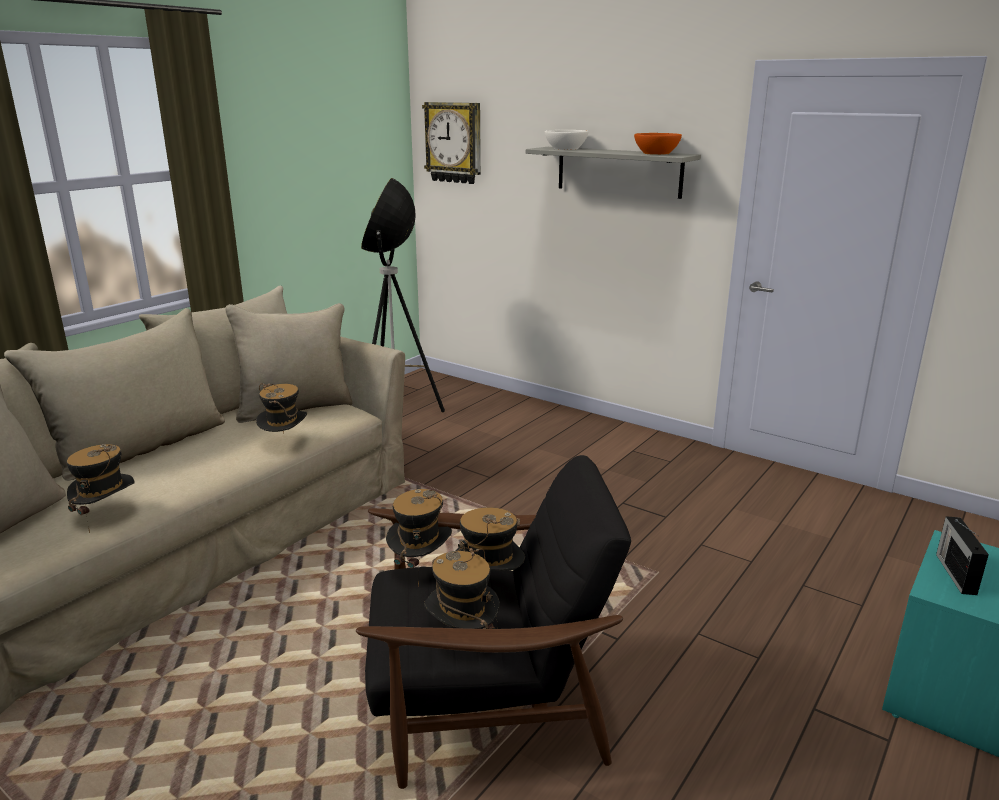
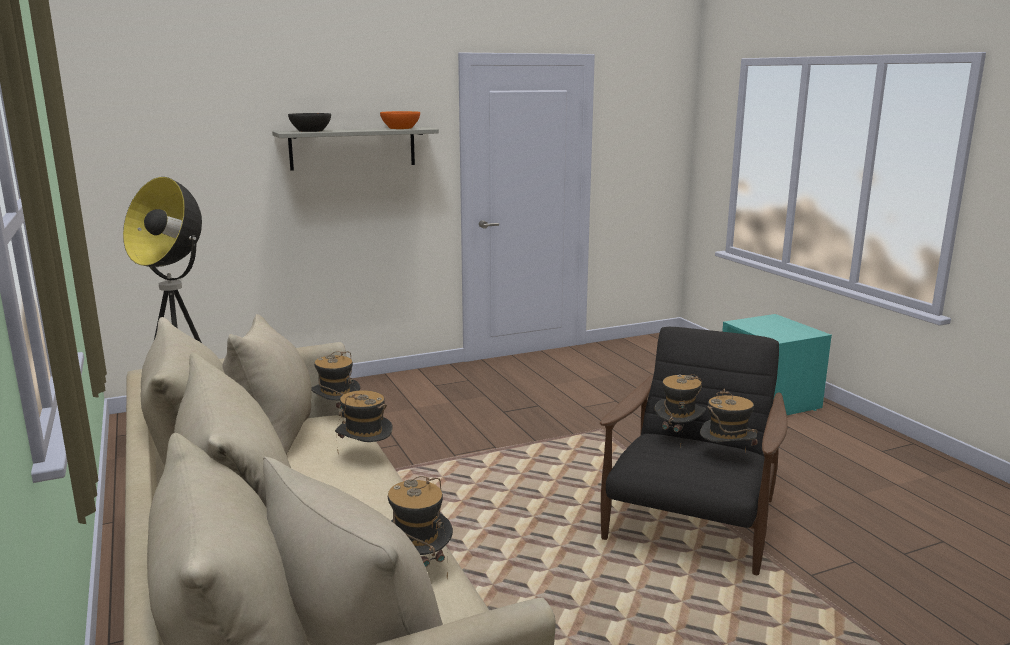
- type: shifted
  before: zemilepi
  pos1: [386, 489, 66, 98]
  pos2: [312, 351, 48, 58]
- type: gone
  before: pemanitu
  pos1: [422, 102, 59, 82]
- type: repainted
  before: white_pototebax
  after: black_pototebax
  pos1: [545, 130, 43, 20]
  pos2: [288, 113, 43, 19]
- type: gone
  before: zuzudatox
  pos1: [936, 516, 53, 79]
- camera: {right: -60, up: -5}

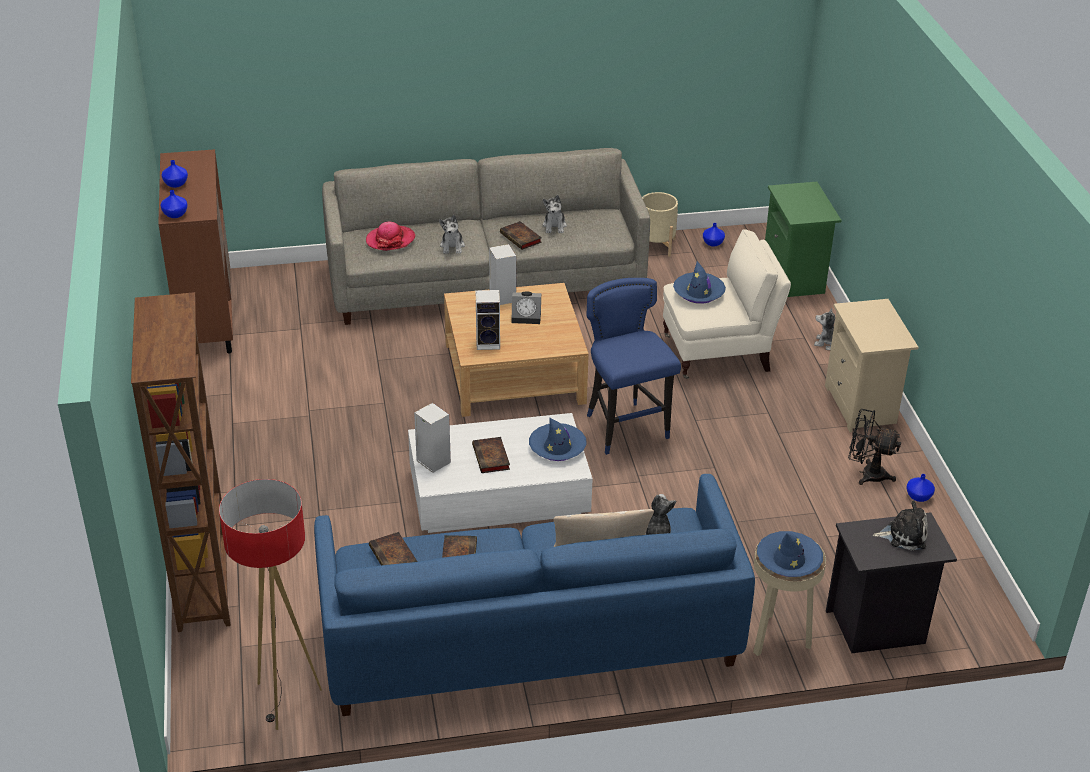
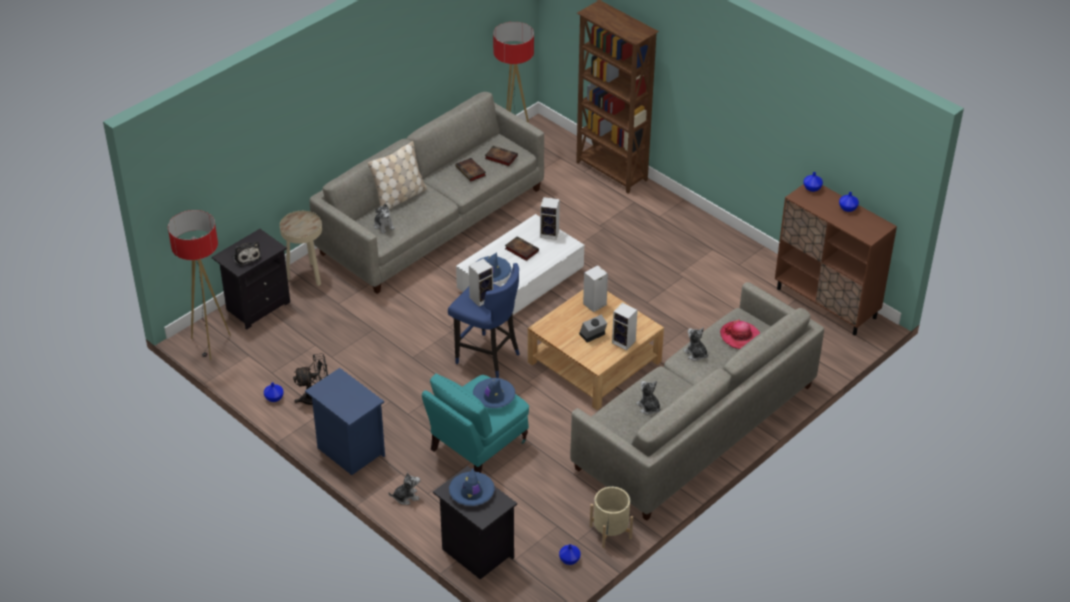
- type: repainted
  before: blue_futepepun
  after: grey_futepepun
  pos1: [314, 474, 441, 242]
  pos2: [310, 92, 234, 202]
- type: gone
  before: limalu
  pos1: [500, 221, 42, 29]
- type: repainted
  before: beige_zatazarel
  after: turquoise_zatazarel
  pos1: [663, 229, 128, 150]
  pos2: [422, 373, 107, 100]
- type: shifted
  before: blue_zemilepi
  pos1: [757, 531, 66, 46]
  pos2: [449, 469, 46, 37]
- type: repainted
  before: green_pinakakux
  after: black_pinakakux
  pos1: [765, 182, 77, 115]
  pos2: [433, 466, 84, 113]
- type: repainted
  before: beige_pinakakux
  after: blue_pinakakux
  pos1: [825, 299, 94, 133]
  pos2: [305, 368, 80, 107]
- type: rotated
  before: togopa
  pos1: [873, 501, 55, 49]
  pos2: [233, 241, 28, 26]
  turn: -90
- type: new
  after: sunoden
  pos2: [168, 210, 63, 150]
- type: new
  after: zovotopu
  pos2: [469, 259, 24, 48]
- camera: {right: 145, up: 5}

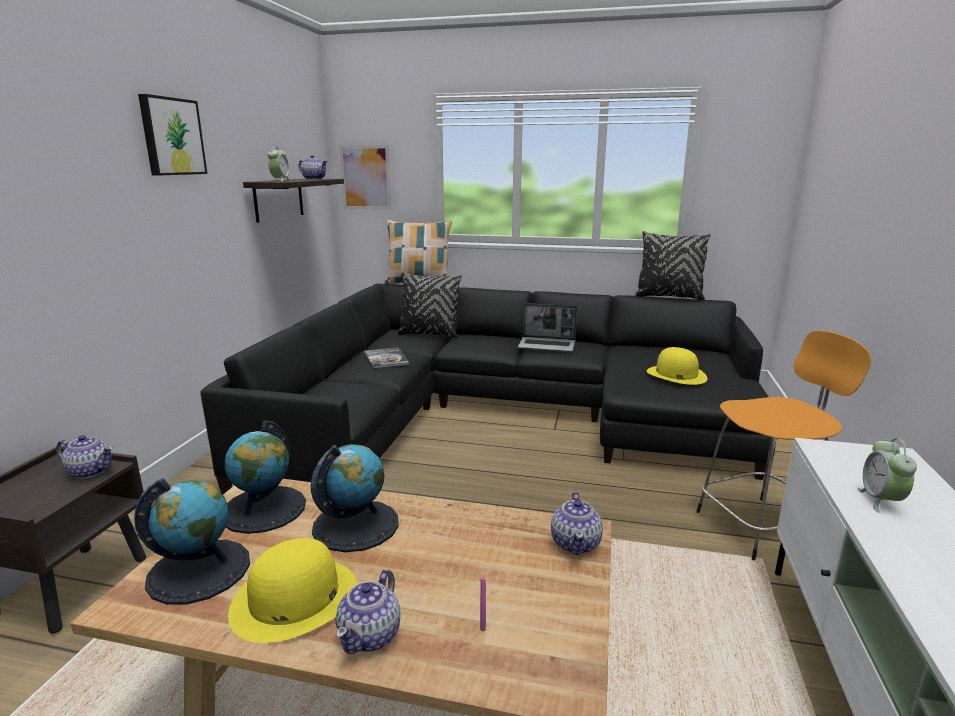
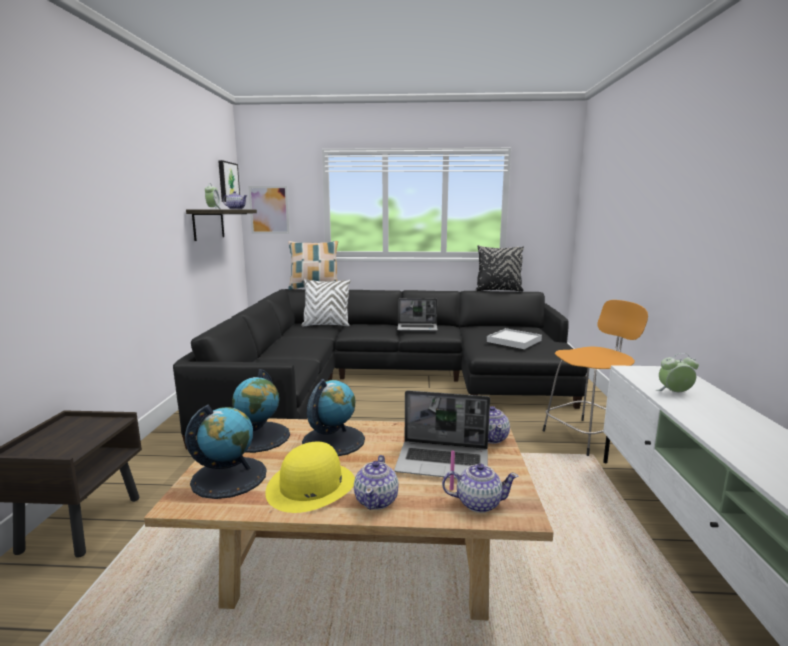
- type: shifted
  before: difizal
  pos1: [56, 435, 57, 44]
  pos2: [442, 463, 76, 50]
- type: shifted
  before: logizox
  pos1: [138, 94, 69, 82]
  pos2: [218, 160, 22, 42]
- type: gone
  before: limalu
  pos1: [364, 347, 45, 22]
- type: repainted
  before: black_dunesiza
  after: white_dunesiza
  pos1: [397, 272, 65, 66]
  pos2: [301, 279, 50, 47]
- type: swapped
  before: yellow_zemilepi
  after: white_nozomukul
  pos1: [647, 347, 60, 38]
  pos2: [487, 328, 55, 21]
- type: rotated
  before: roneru
  pos1: [857, 438, 60, 75]
  pos2: [656, 353, 43, 39]
  turn: 90
- type: new
  after: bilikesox
  pos2: [394, 390, 96, 89]
- camera: {right: -10, up: -5}

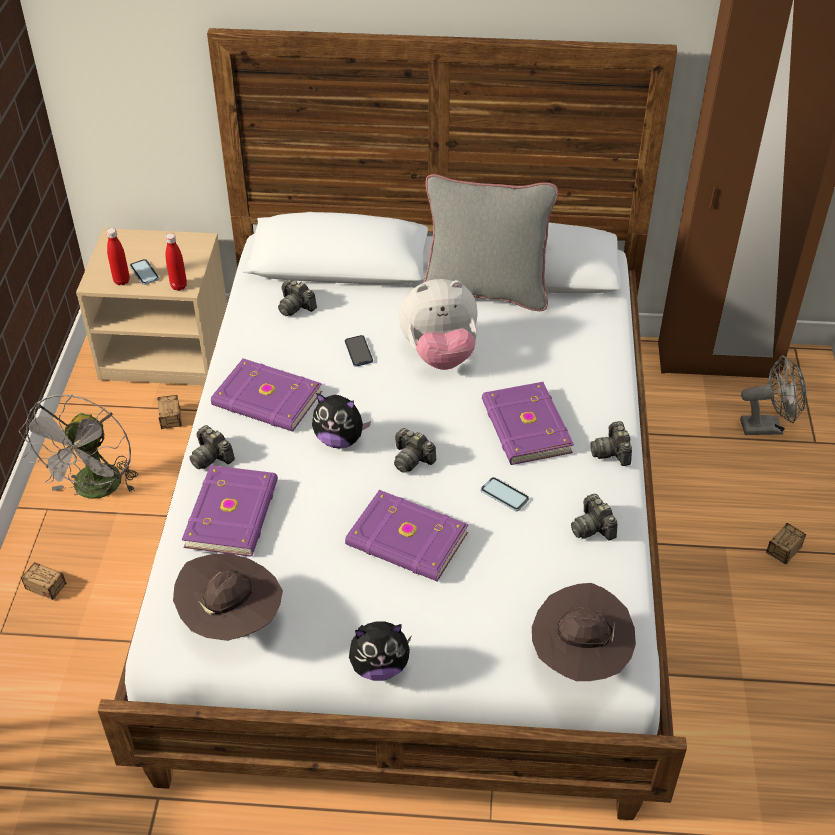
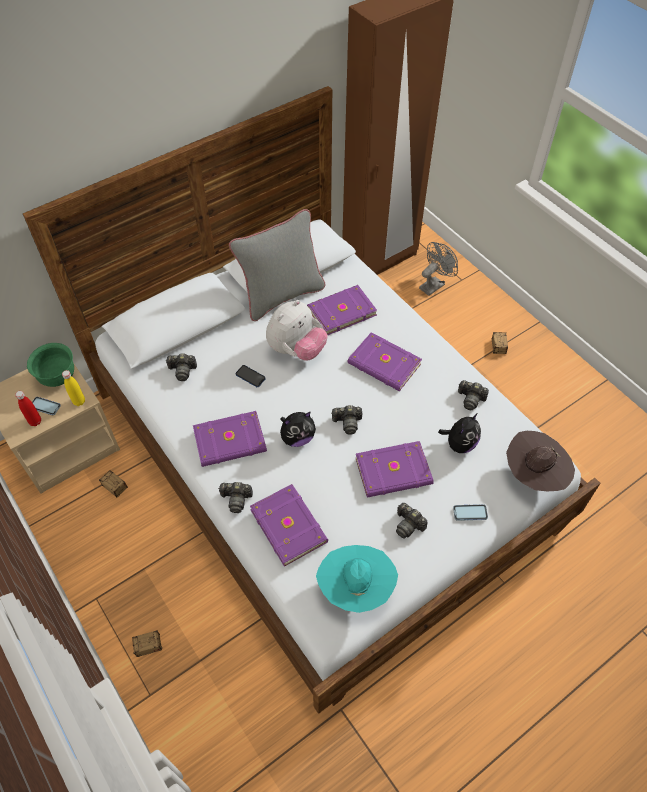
- type: gone
  before: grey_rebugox
  pos1: [19, 395, 119, 104]
- type: repainted
  before: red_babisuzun
  after: yellow_babisuzun
  pos1: [165, 233, 22, 58]
  pos2: [62, 370, 23, 36]
- type: repainted
  before: brown_zemilepi
  after: turquoise_zemilepi
  pos1: [173, 553, 110, 88]
  pos2: [316, 545, 82, 68]
- type: shifted
  before: togopa
  pos1: [349, 621, 63, 60]
  pos2: [438, 413, 43, 40]
- type: shifted
  before: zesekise
  pos1: [481, 477, 48, 34]
  pos2: [453, 504, 35, 17]
- type: shifted
  before: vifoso
  pos1: [591, 421, 41, 45]
  pos2: [396, 503, 32, 36]
- type: new
  after: green_pototebax
  pos2: [27, 343, 47, 44]
- type: new
  after: purple_limalu
  pos2: [307, 285, 70, 50]
- camera: {right: -40, up: 10}

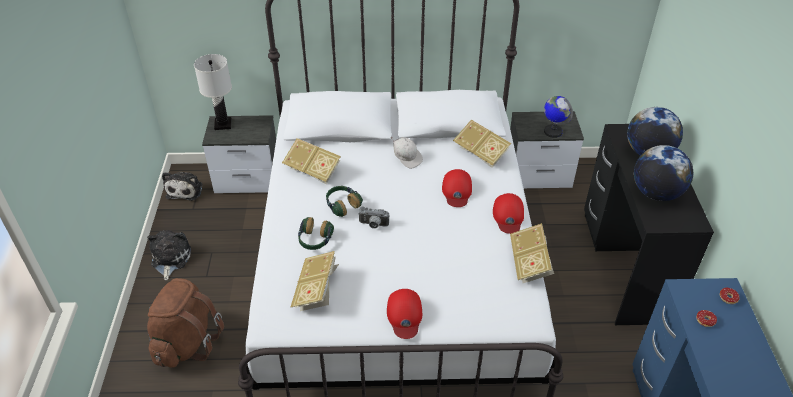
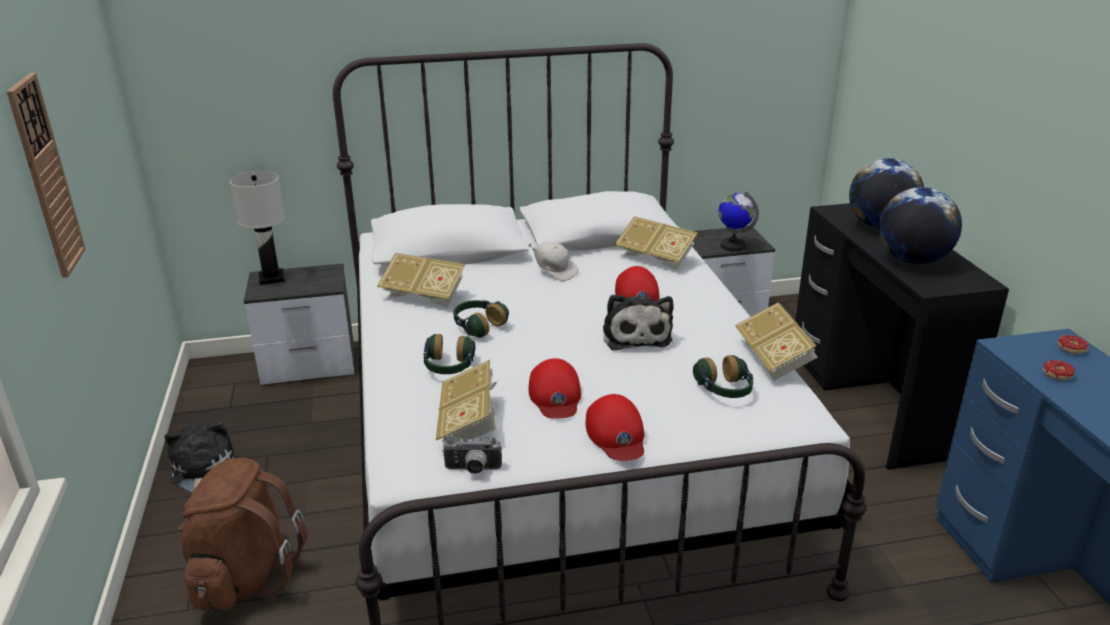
- type: shifted
  before: togopa
  pos1: [162, 172, 40, 29]
  pos2: [603, 294, 71, 56]
- type: shifted
  before: vifoso
  pos1: [358, 207, 31, 22]
  pos2: [442, 436, 60, 38]
- type: shifted
  before: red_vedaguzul
  pos1: [493, 193, 31, 41]
  pos2: [529, 358, 52, 61]
- type: new
  after: pemanitu
  pos2: [6, 73, 80, 205]
- type: new
  after: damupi
  pos2: [693, 355, 60, 43]
- camera: {right: -10, up: -15}

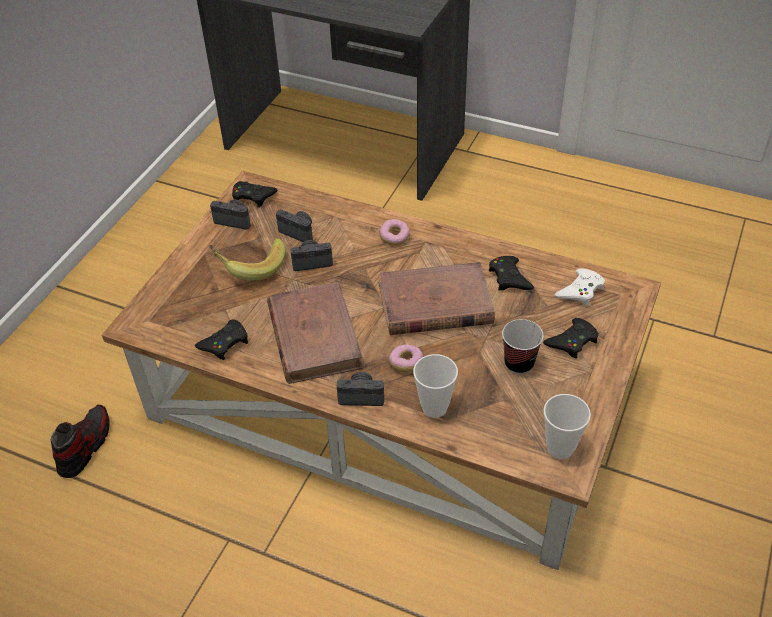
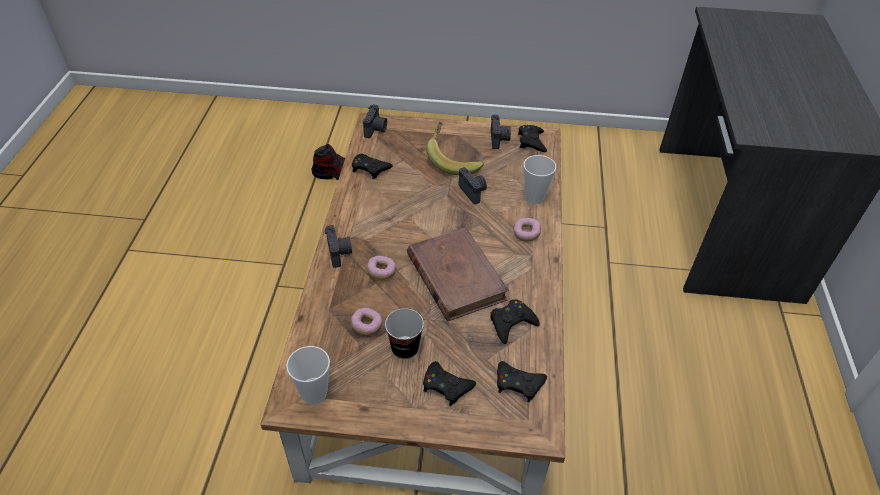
- type: gone
  before: brown_limalu
  pos1: [267, 282, 96, 102]
- type: shifted
  before: vifoso
  pos1: [276, 210, 37, 32]
  pos2: [363, 104, 24, 34]
- type: shifted
  before: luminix
  pos1: [413, 354, 45, 64]
  pos2: [523, 155, 33, 49]
- type: repainted
  before: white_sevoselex
  after: black_sevoselex
  pos1: [554, 268, 51, 38]
  pos2: [497, 361, 50, 41]
- type: new
  after: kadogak
  pos2: [351, 308, 31, 28]
- camera: {right: 70, up: 0}

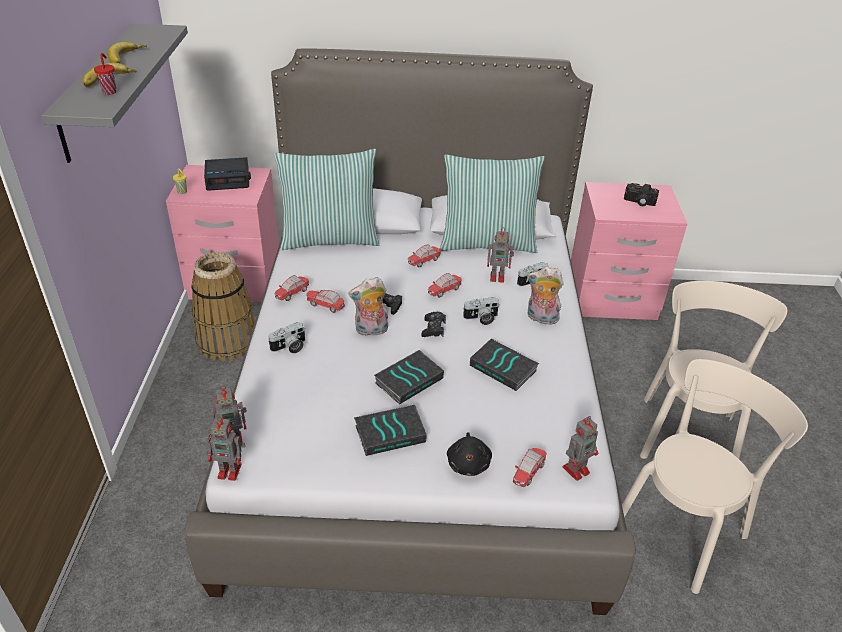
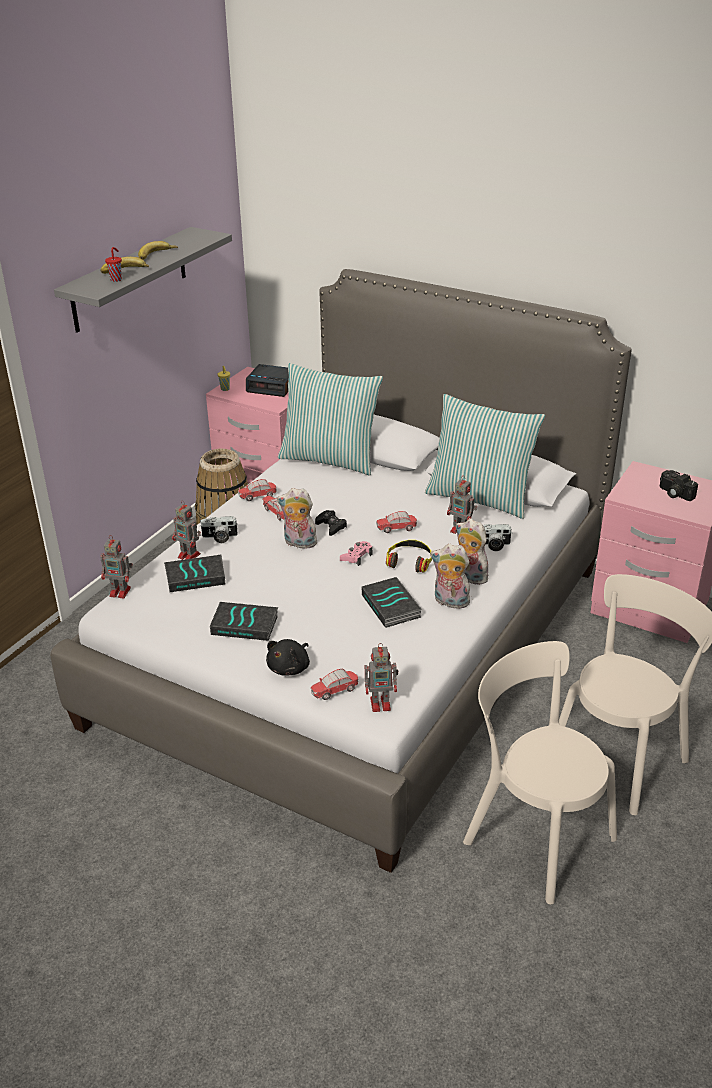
- type: shifted
  before: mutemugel
  pos1: [206, 416, 39, 65]
  pos2: [172, 500, 29, 60]
- type: shifted
  before: limalu
  pos1: [374, 350, 70, 55]
  pos2: [164, 555, 61, 37]
- type: gone
  before: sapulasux
  pos1: [408, 244, 33, 23]
- type: repainted
  before: black_sevoselex
  after: pink_sevoselex
  pos1: [422, 312, 24, 25]
  pos2: [340, 541, 33, 25]
- type: swapped
  before: vifoso
  after: damupi
  pos1: [463, 297, 37, 28]
  pos2: [386, 540, 46, 33]
- type: rotated
  before: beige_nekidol
  pos1: [622, 359, 186, 235]
  pos2: [463, 641, 154, 263]
  turn: -120
- type: new
  after: togopa
  pos2: [430, 544, 40, 65]
- camera: {right: 30, up: -5}

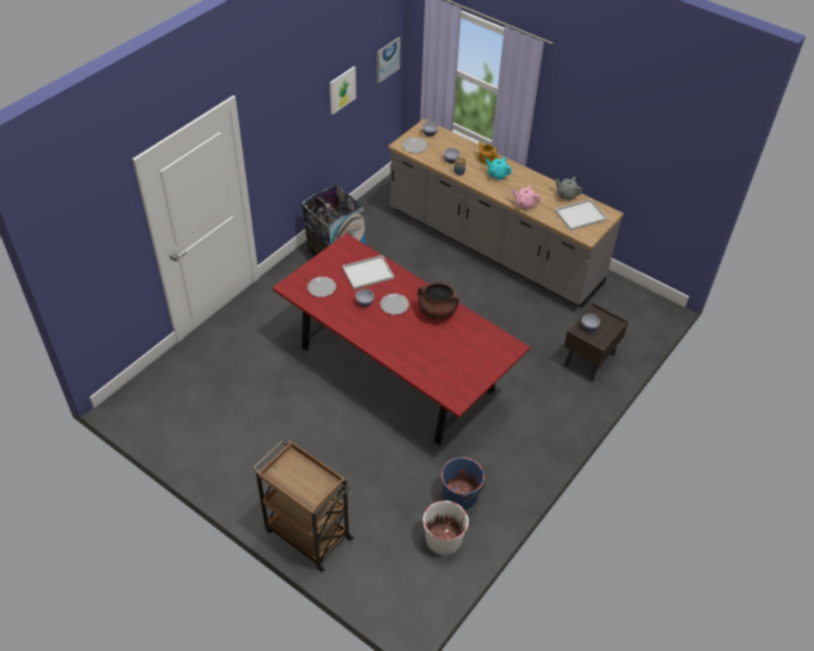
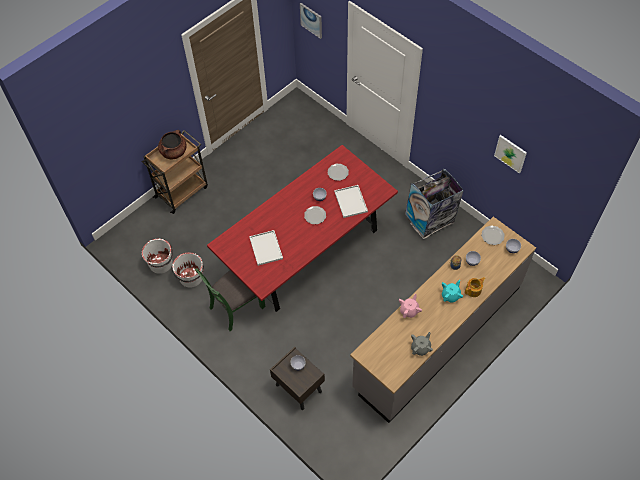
- type: shifted
  before: logizox
  pos1: [377, 37, 24, 47]
  pos2: [300, 3, 22, 36]
- type: shifted
  before: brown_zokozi
  pos1: [418, 283, 41, 37]
  pos2: [158, 130, 28, 29]
- type: repainted
  before: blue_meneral
  after: white_meneral
  pos1: [441, 457, 44, 53]
  pos2: [171, 252, 33, 36]
- type: shifted
  before: white_nozomukul
  pos1: [555, 199, 52, 32]
  pos2: [249, 230, 34, 36]
- type: new
  after: green_nekidol
  pos2: [195, 268, 71, 63]
- camera: {right: 100, up: 10}

